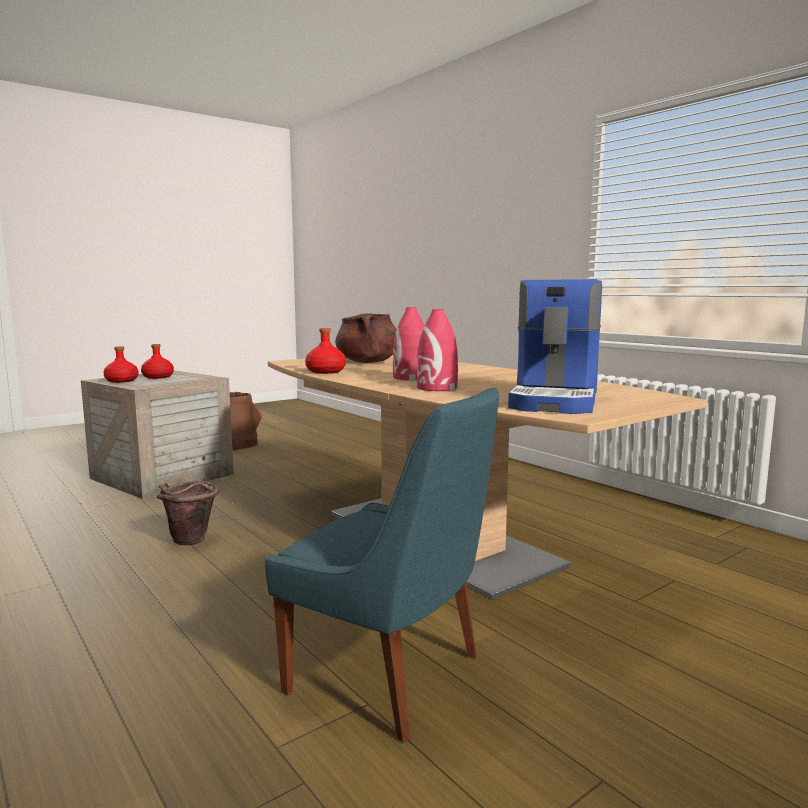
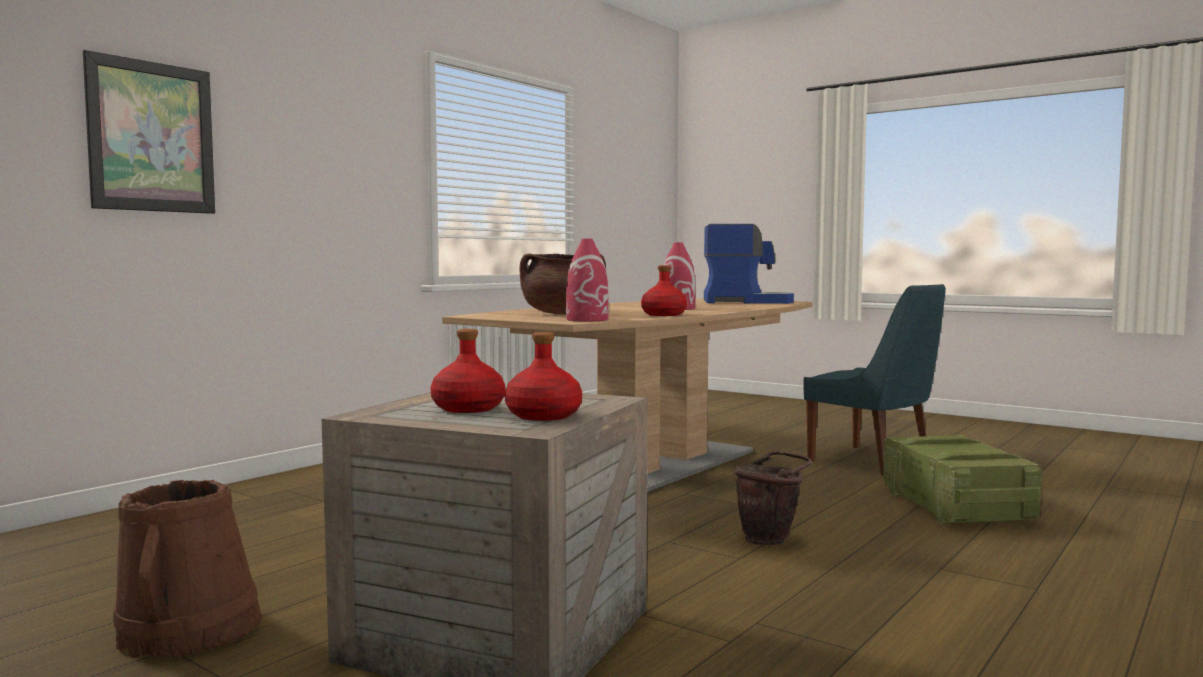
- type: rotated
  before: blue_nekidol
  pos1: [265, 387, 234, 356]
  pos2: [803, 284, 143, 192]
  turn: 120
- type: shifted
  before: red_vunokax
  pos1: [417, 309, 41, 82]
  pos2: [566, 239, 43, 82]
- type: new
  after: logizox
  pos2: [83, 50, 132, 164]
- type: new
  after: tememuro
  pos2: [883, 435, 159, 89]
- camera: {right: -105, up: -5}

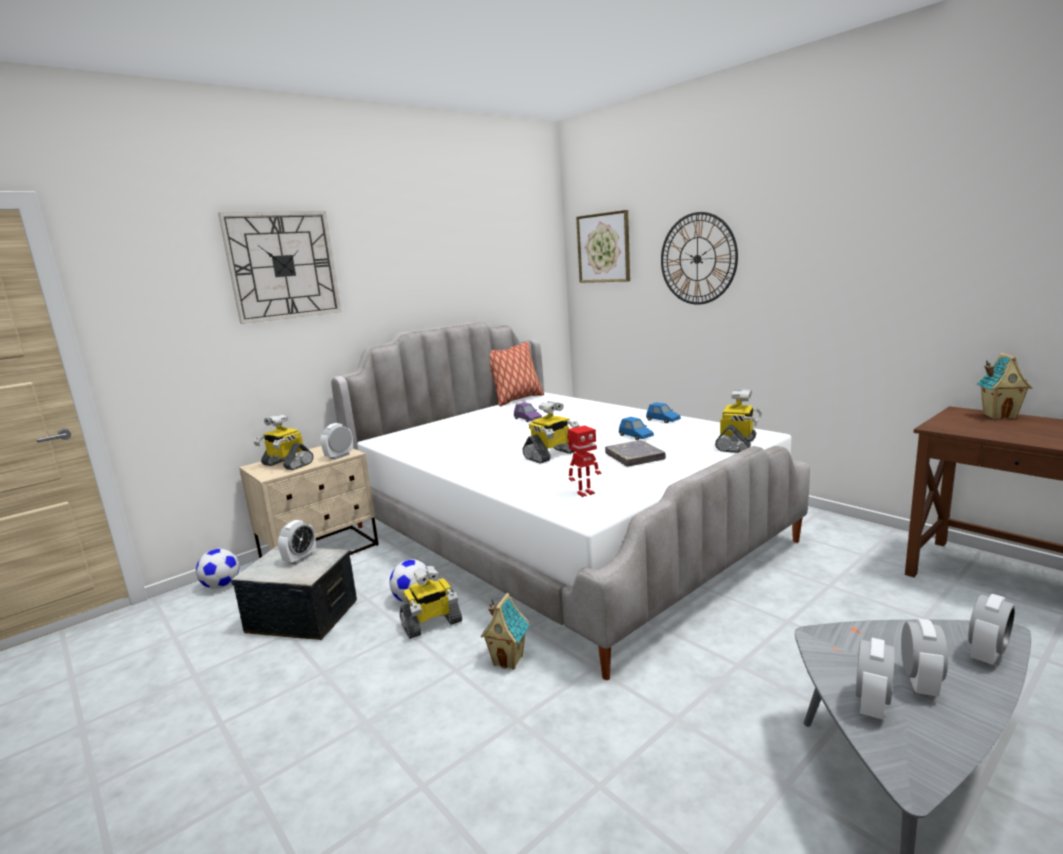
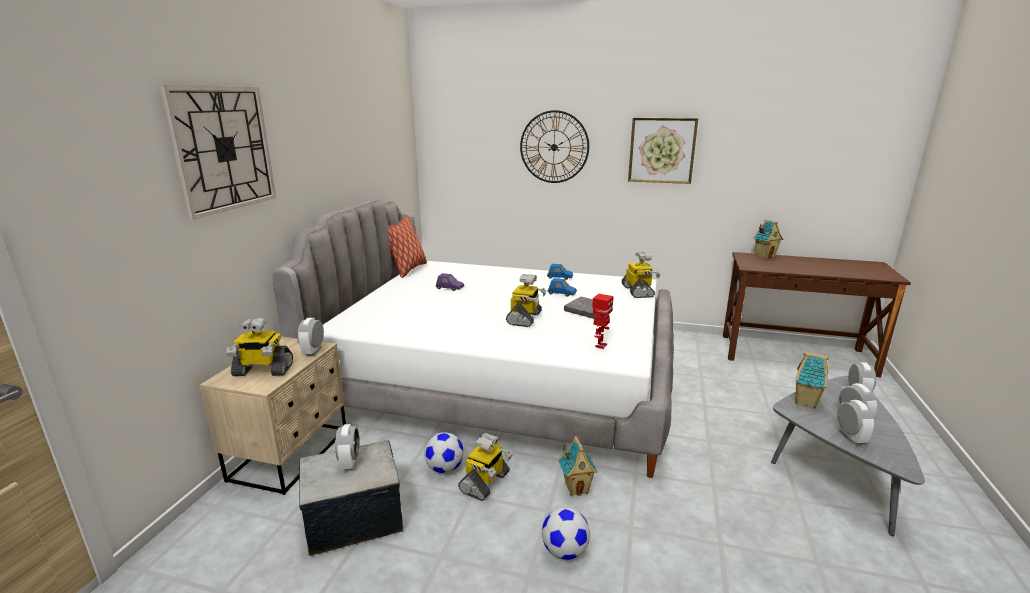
- type: shifted
  before: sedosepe
  pos1: [196, 549, 43, 40]
  pos2: [542, 507, 48, 53]
- type: shifted
  before: logizox
  pos1: [576, 210, 54, 73]
  pos2: [628, 118, 70, 66]
- type: new
  after: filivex
  pos2: [795, 352, 33, 56]
- camera: {right: -35, up: 5}

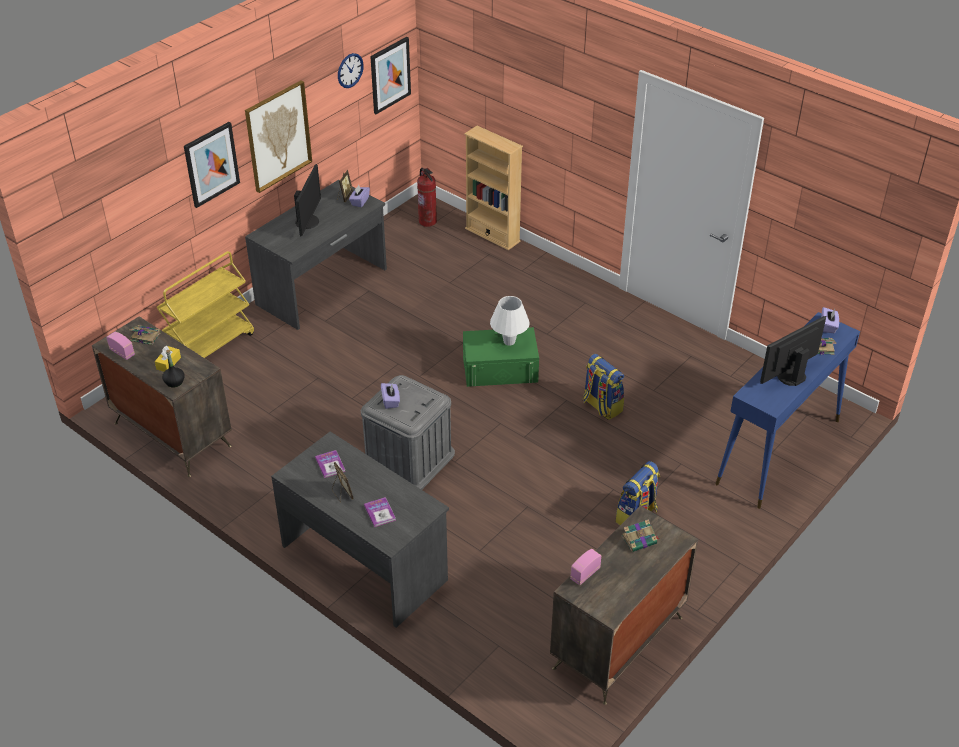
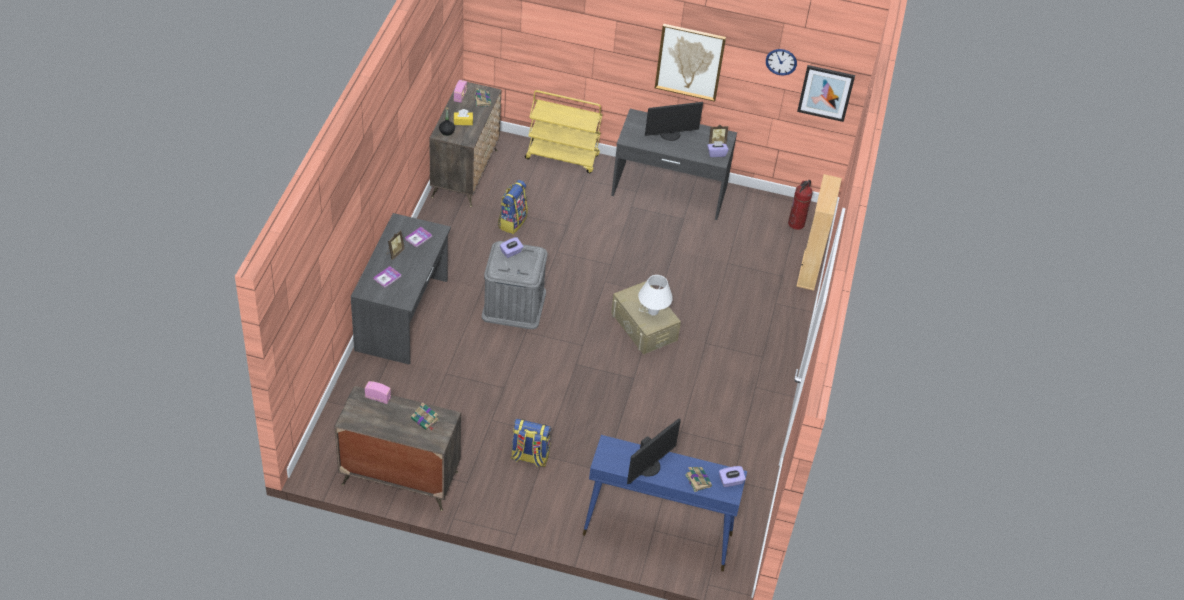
- type: gone
  before: logizox
  pos1: [184, 122, 56, 86]
- type: repainted
  before: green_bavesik
  after: beige_bavesik
  pos1: [463, 327, 76, 60]
  pos2: [611, 281, 70, 74]
- type: shifted
  before: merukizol
  pos1: [583, 354, 41, 66]
  pos2: [498, 180, 30, 54]
- type: rotated
  before: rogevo
  pos1: [760, 316, 66, 70]
  pos2: [627, 418, 54, 66]
  turn: 105
- camera: {right: 60, up: 5}

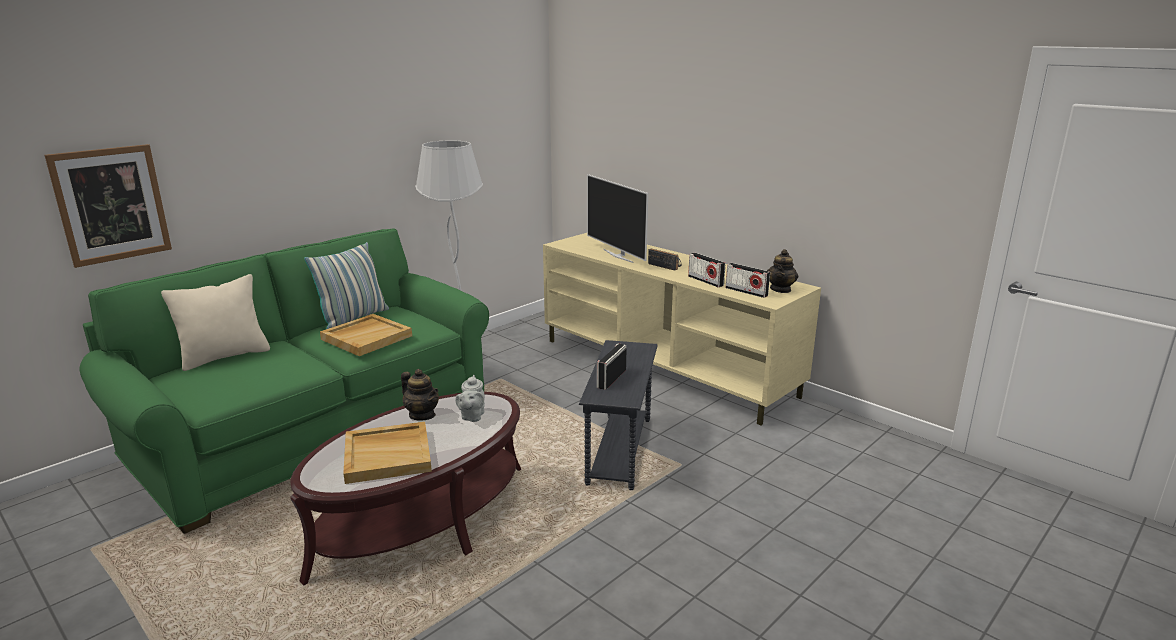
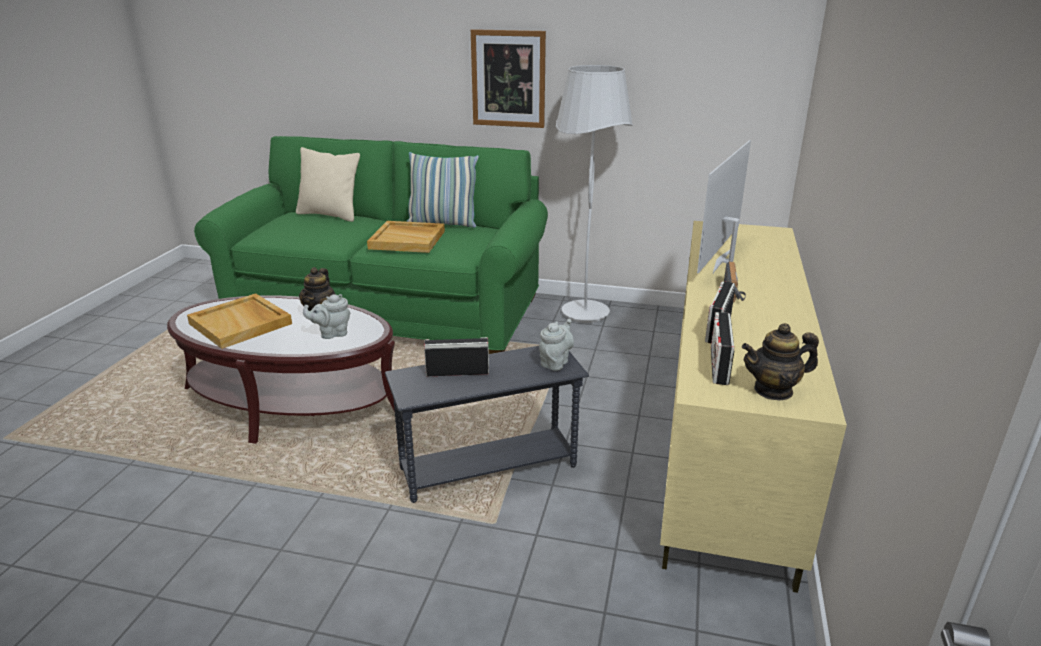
- type: shifted
  before: logizox
  pos1: [45, 144, 127, 124]
  pos2: [471, 29, 75, 99]
- type: new
  after: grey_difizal
  pos2: [539, 319, 35, 52]
- camera: {right: 60, up: 5}

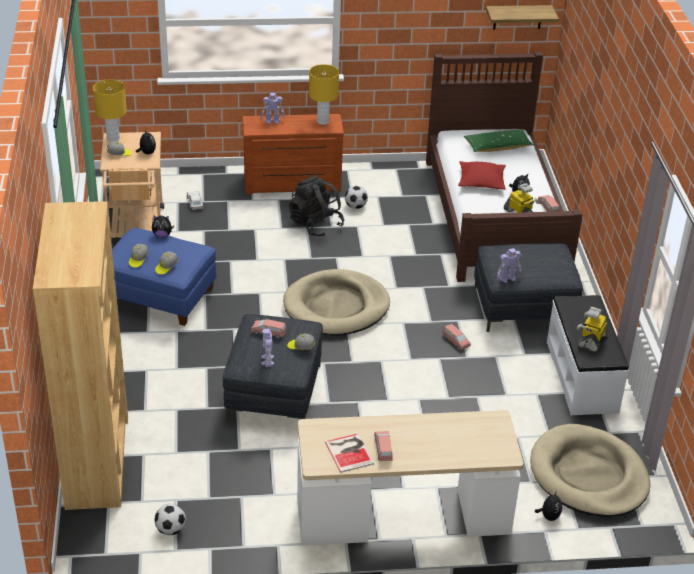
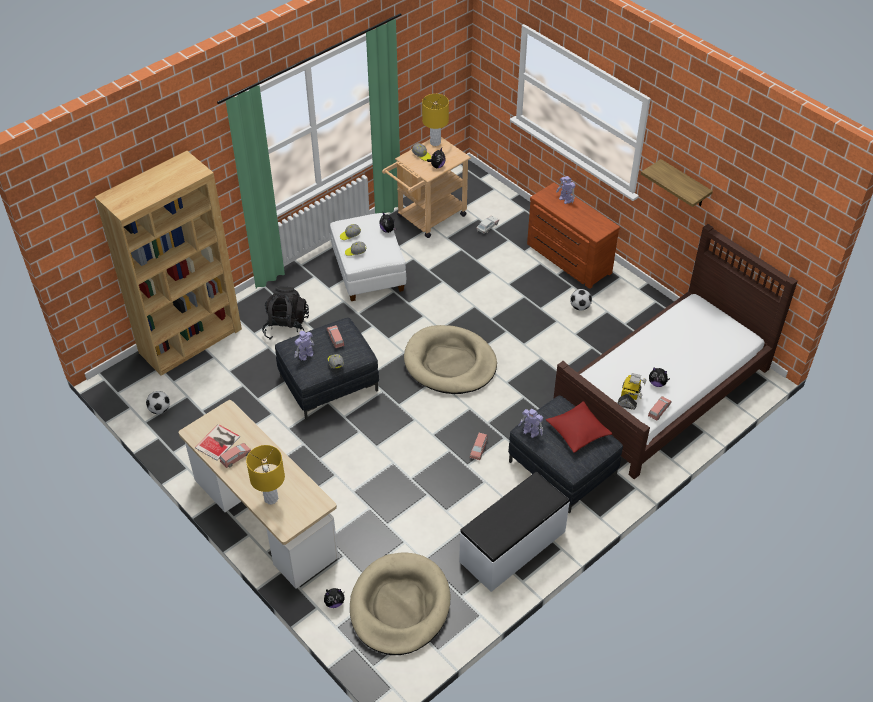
- type: repainted
  before: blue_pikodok
  after: white_pikodok
  pos1: [112, 228, 104, 98]
  pos2: [330, 213, 76, 88]
- type: shifted
  before: black_merukizol
  pos1: [289, 175, 55, 62]
  pos2: [262, 286, 47, 54]
- type: shifted
  before: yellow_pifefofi
  pos1: [309, 64, 30, 61]
  pos2: [246, 445, 39, 59]
- type: shifted
  before: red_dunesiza
  pos1: [458, 161, 48, 29]
  pos2: [546, 401, 66, 52]
- type: gone
  before: green_dunesiza
  pos1: [464, 130, 70, 22]
- type: shifted
  before: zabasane
  pos1: [486, 5, 73, 25]
  pos2: [641, 159, 72, 48]
- type: gone
  before: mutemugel
  pos1: [577, 307, 31, 45]
- camera: {right: 55, up: 10}

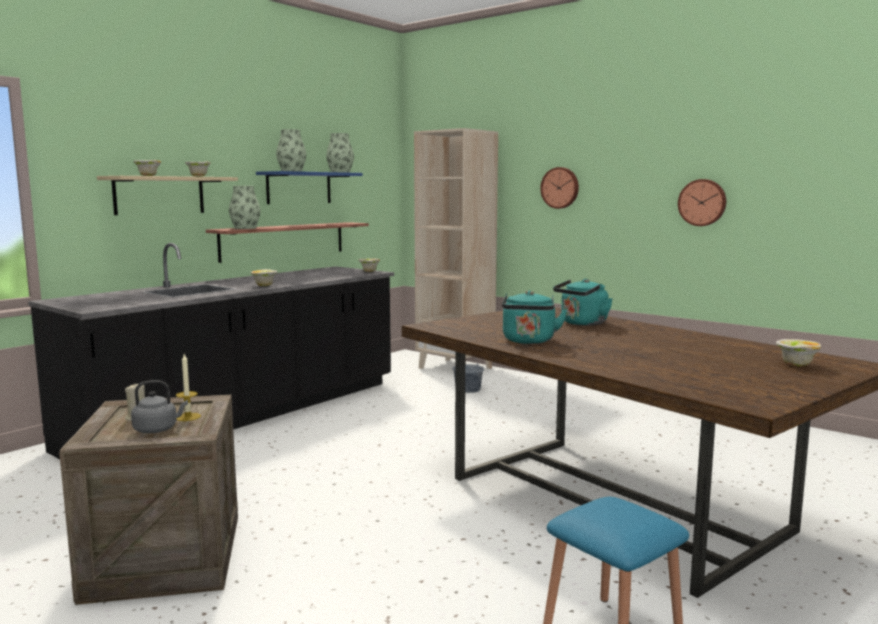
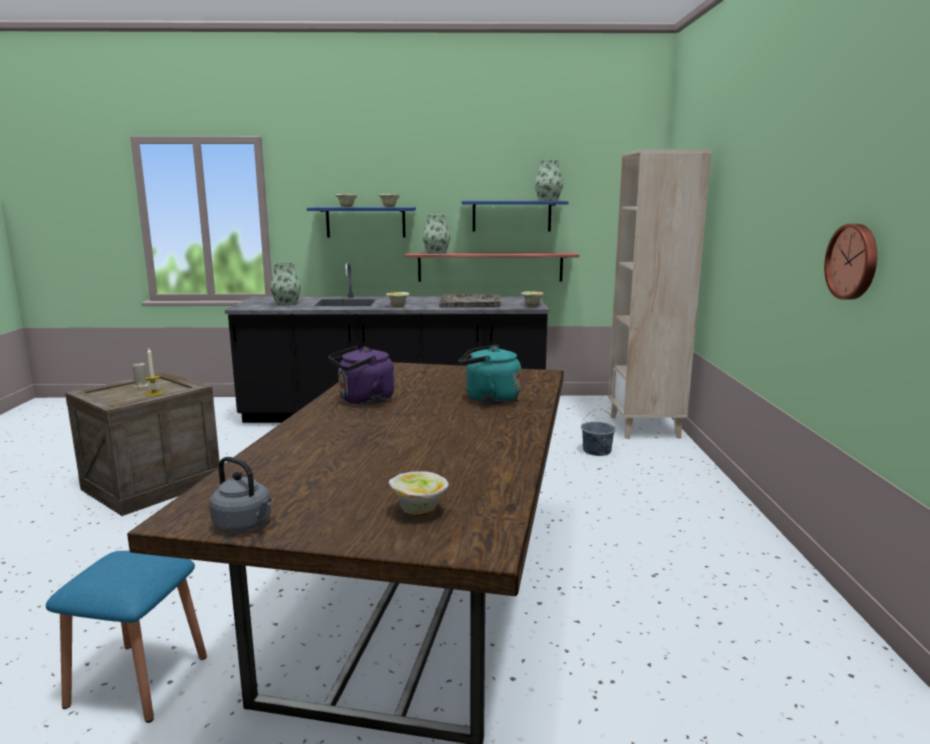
- type: repainted
  before: beige_zabasane
  after: blue_zabasane
  pos1: [97, 176, 141, 39]
  pos2: [307, 207, 109, 31]
- type: shifted
  before: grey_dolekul
  pos1: [131, 380, 57, 53]
  pos2: [209, 457, 62, 75]
- type: shifted
  before: vunokax
  pos1: [276, 129, 30, 43]
  pos2: [270, 263, 31, 43]
- type: repainted
  before: turquoise_dolekul
  after: purple_dolekul
  pos1: [502, 291, 65, 53]
  pos2: [329, 346, 65, 59]
- type: gone
  before: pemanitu
  pos1: [540, 167, 39, 42]
- type: new
  after: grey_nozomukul
  pos2: [439, 294, 62, 13]
- camera: {right: 50, up: 5}

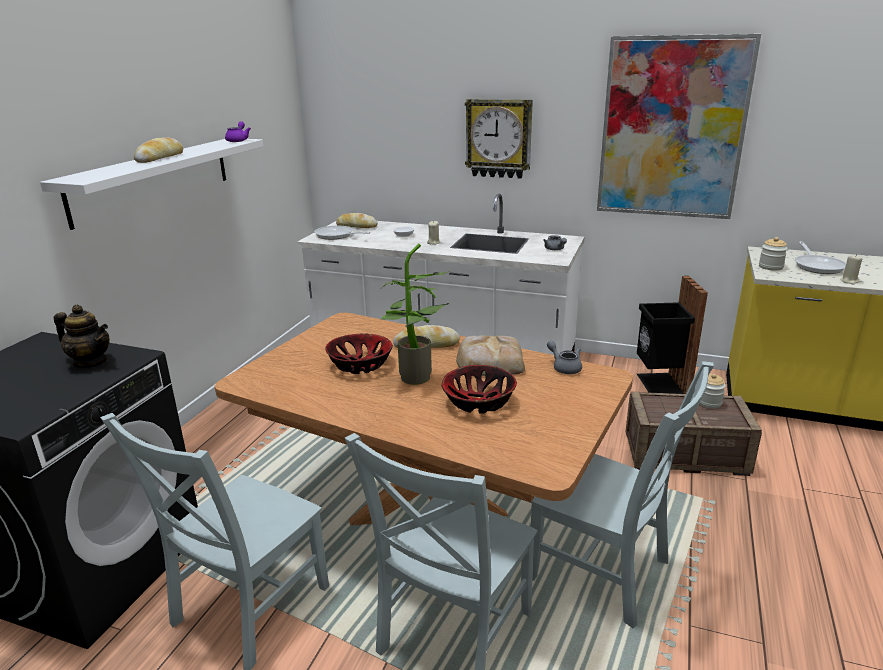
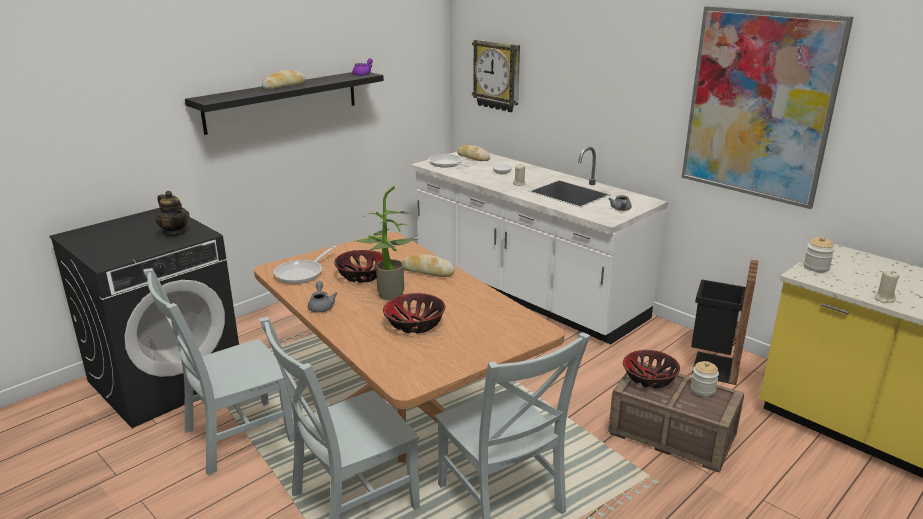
- type: repainted
  before: white_zabasane
  after: black_zabasane
  pos1: [40, 139, 223, 91]
  pos2: [185, 72, 199, 63]
- type: gone
  before: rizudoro
  pos1: [456, 336, 69, 40]
- type: shifted
  before: pemanitu
  pos1: [465, 99, 68, 80]
  pos2: [472, 39, 48, 73]
- type: shifted
  before: grey_difizal
  pos1: [547, 341, 35, 33]
  pos2: [308, 281, 30, 32]
- type: shifted
  before: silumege
  pos1: [795, 241, 51, 33]
  pos2: [274, 246, 62, 38]
- type: new
  after: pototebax
  pos2: [623, 350, 57, 38]
- camera: {right: 25, up: 0}

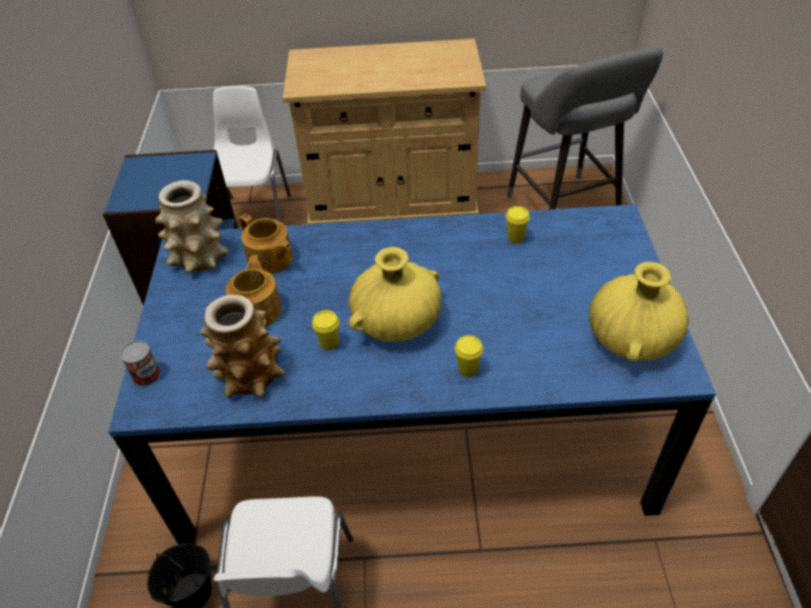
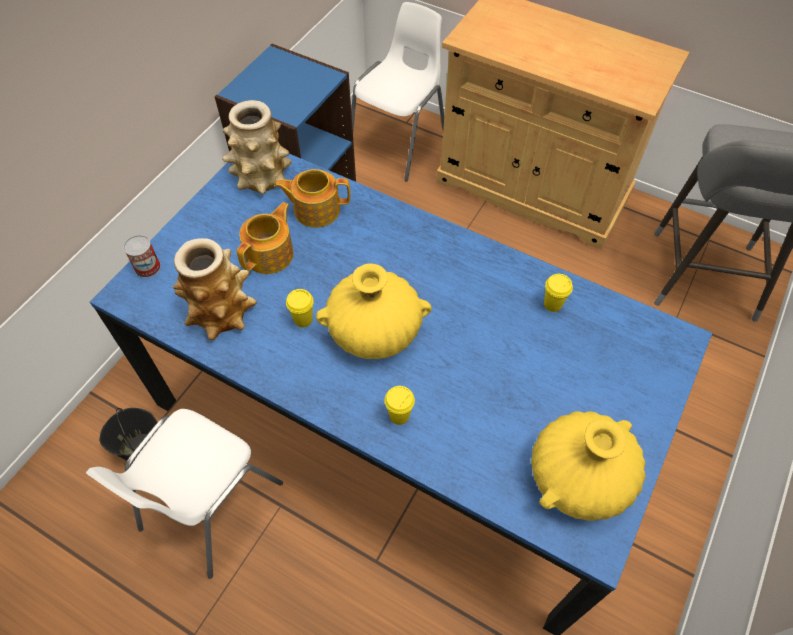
- type: rotated
  before: difizal
  pos1: [239, 214, 54, 60]
  pos2: [274, 169, 76, 59]
  turn: 105
- camera: {right: 30, up: 10}

